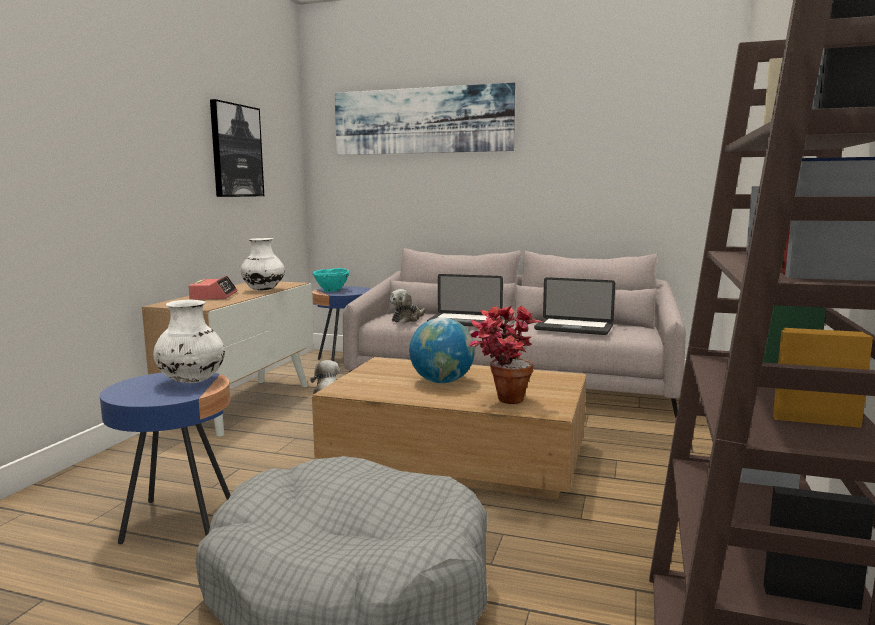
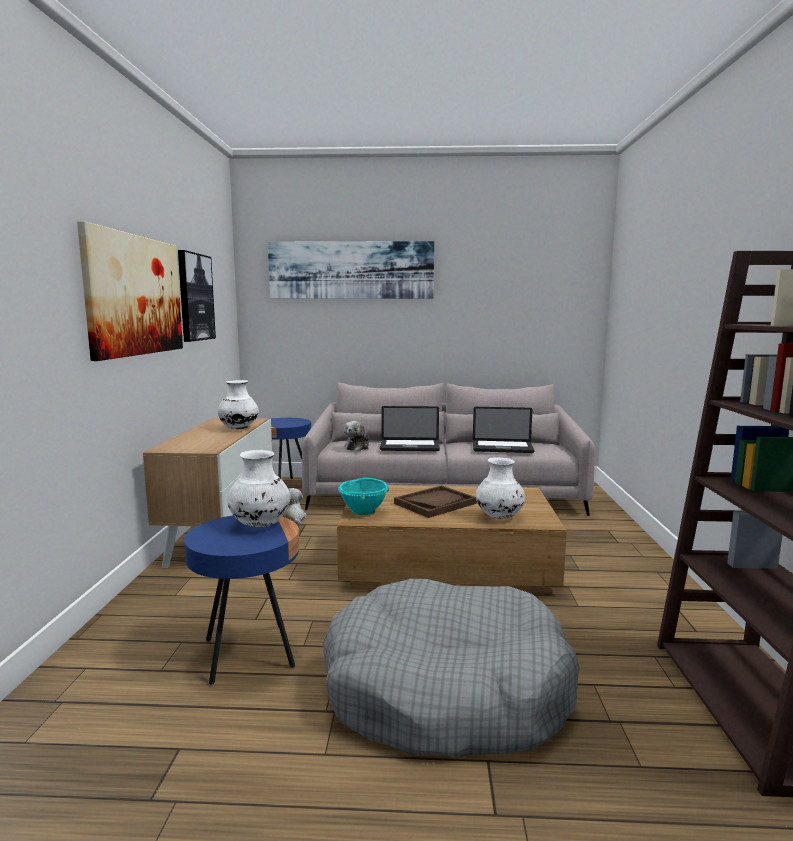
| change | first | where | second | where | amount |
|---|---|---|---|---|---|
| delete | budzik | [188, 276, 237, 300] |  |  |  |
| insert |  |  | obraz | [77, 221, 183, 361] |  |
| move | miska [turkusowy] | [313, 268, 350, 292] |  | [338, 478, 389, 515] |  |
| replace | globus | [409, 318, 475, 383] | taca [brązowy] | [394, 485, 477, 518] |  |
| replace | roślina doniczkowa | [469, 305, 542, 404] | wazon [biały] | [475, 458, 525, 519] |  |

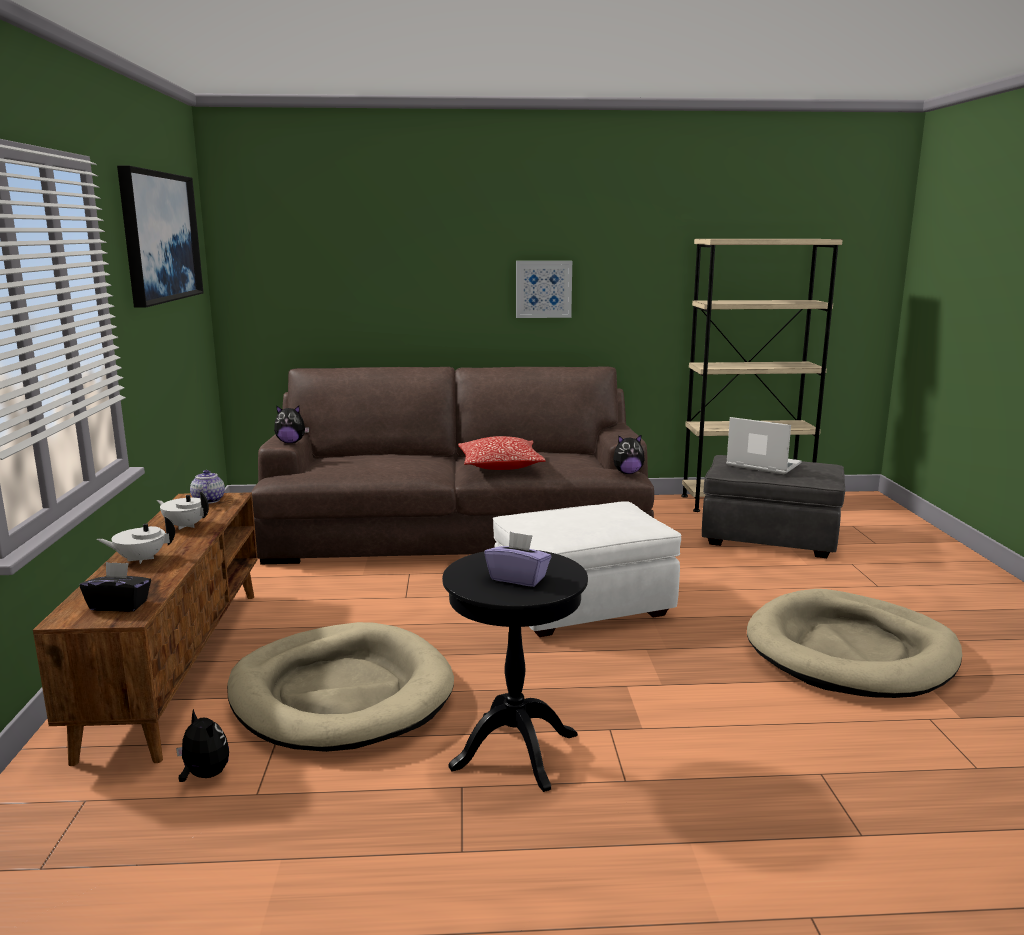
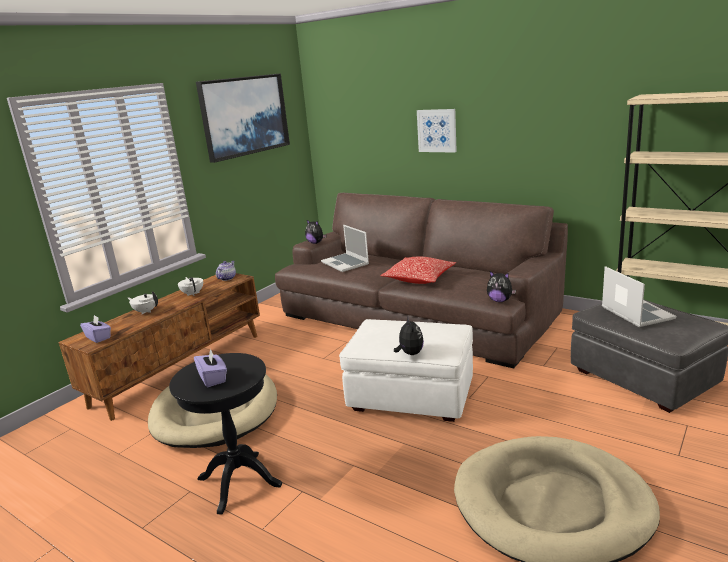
| change | first | where | second | where | amount |
|---|---|---|---|---|---|
| insert |  |  | laptop | [321, 225, 369, 272] |  |
| move | pluszak | [176, 709, 229, 782] |  | [394, 318, 424, 355] |  |
| move | obraz | [516, 261, 572, 318] |  | [417, 109, 457, 152] |  |
| recolor | pudełko chusteczek [czarny] | [80, 562, 151, 612] | pudełko chusteczek [fioletowy] | [80, 315, 111, 343] |  |

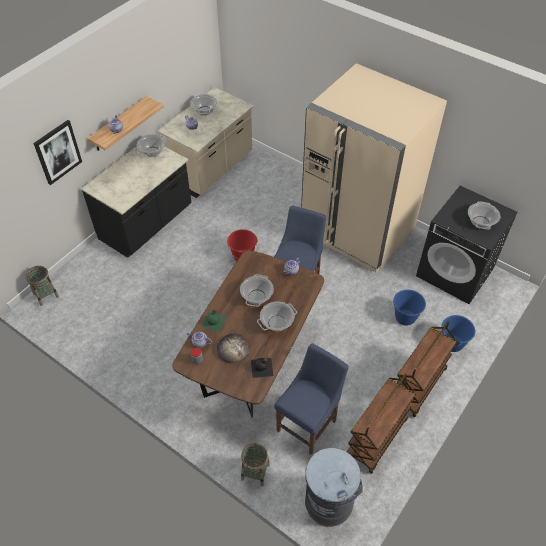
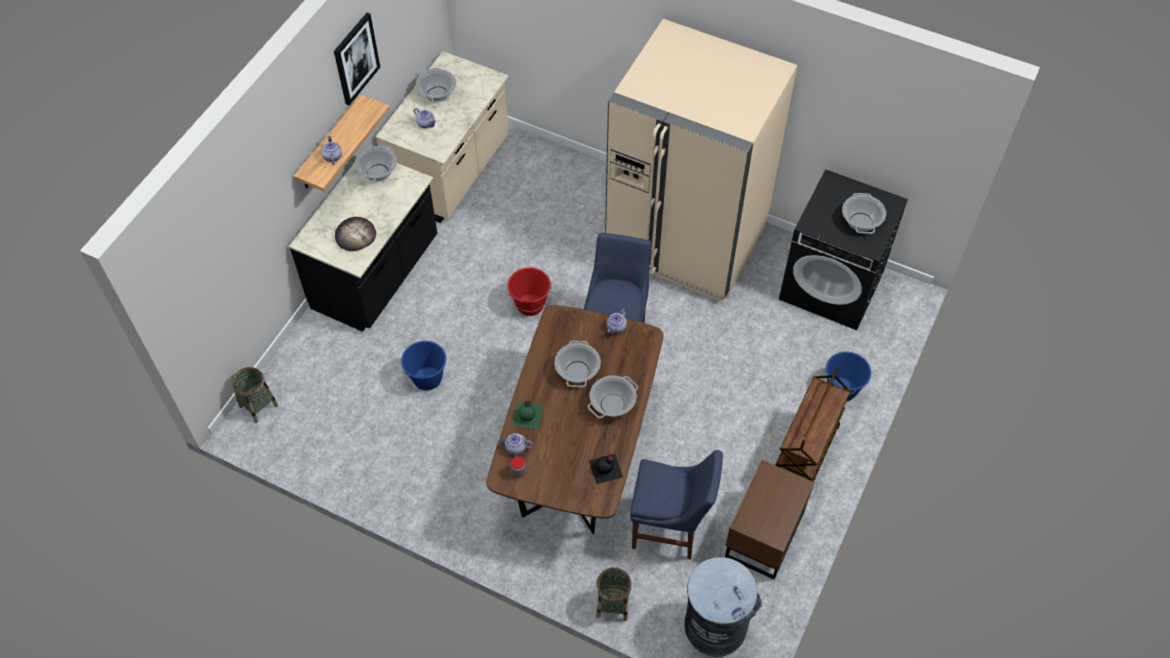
| change | first | where | second | where | amount |
|---|---|---|---|---|---|
| move | obraz | [33, 120, 82, 185] |  | [334, 13, 380, 105] |  |
| move | chleb | [217, 333, 250, 363] |  | [335, 217, 376, 251] |  |
| move | wiadro [niebieski] | [392, 289, 426, 326] |  | [401, 341, 446, 391] |  |
| replace | wózek [brązowy] | [347, 374, 416, 473] | szafka nocna [brązowy] | [725, 460, 814, 579] |  |
| rotate | krzesło [niebieski] | [274, 343, 349, 455] |  | [630, 450, 723, 560] | 75 degrees clockwise |

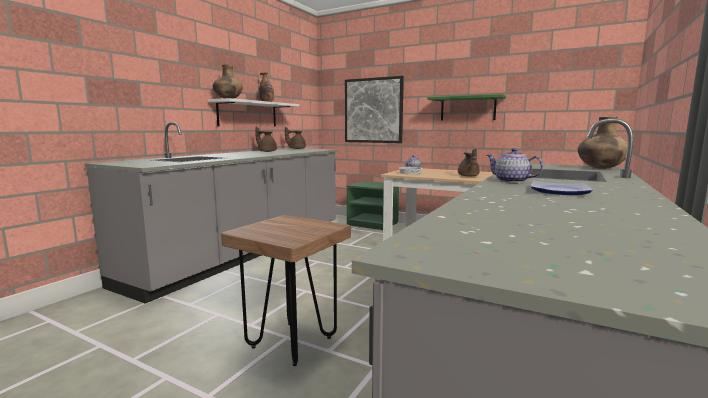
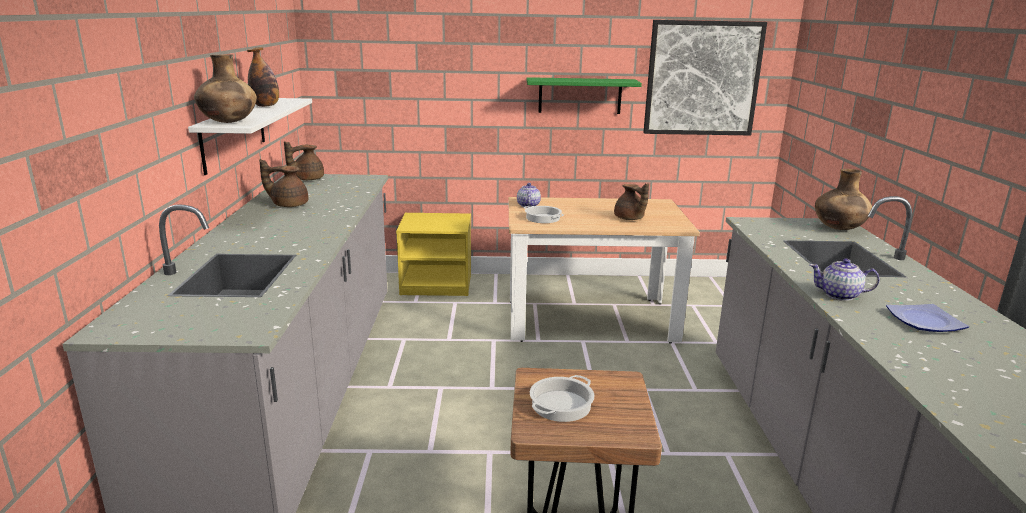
| change | first | where | second | where | amount |
|---|---|---|---|---|---|
| insert |  |  | garnek | [530, 375, 595, 422] |  |
| move | obraz | [345, 76, 404, 143] |  | [643, 20, 767, 135] |  |
| recolor | szafka nocna [zielony] | [347, 181, 399, 230] | szafka nocna [żółty] | [396, 213, 471, 296] |  |

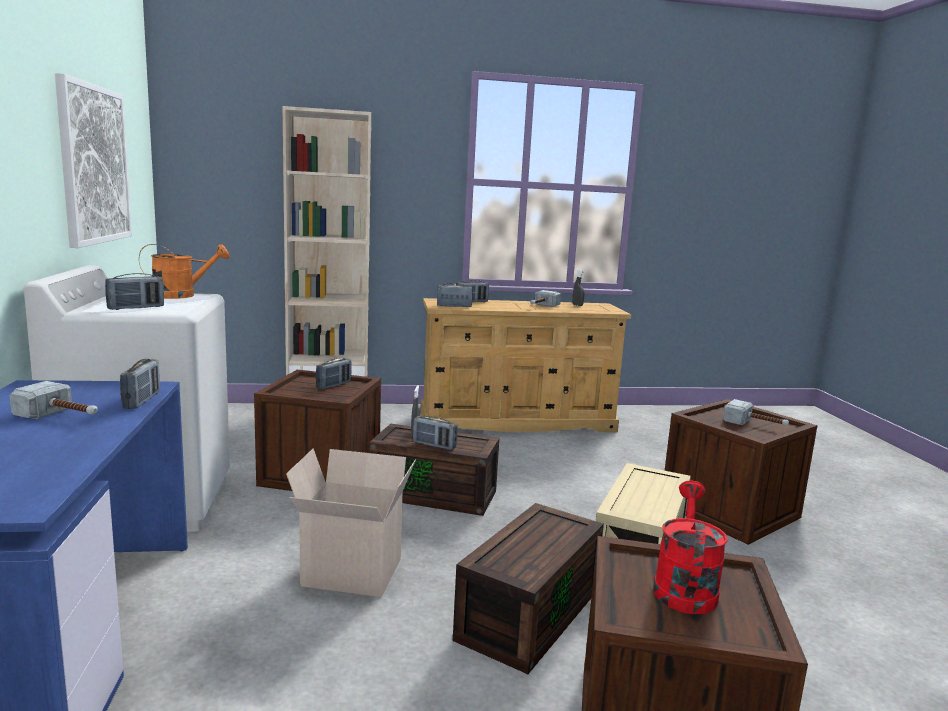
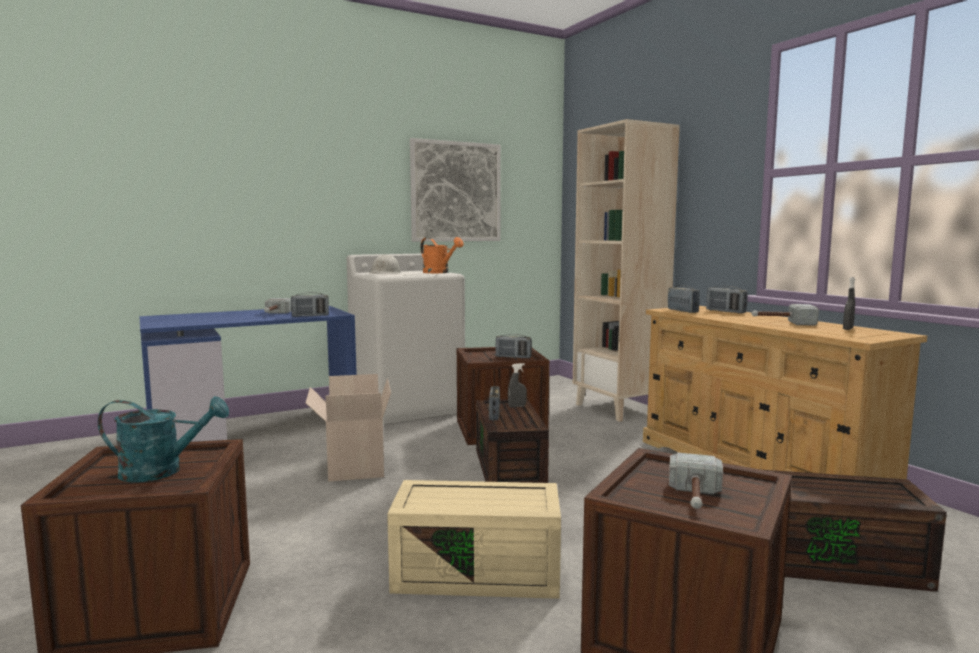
| change | first | where | second | where | amount |
|---|---|---|---|---|---|
| move | pojemnik do przechowywania [brązowy] | [453, 503, 604, 674] |  | [766, 470, 947, 592] |  |
| replace | radio | [105, 273, 164, 310] | kask [biały] | [370, 254, 401, 274] |  |
| recolor | konewka [czerwony] | [653, 481, 728, 614] | konewka [turkusowy] | [98, 396, 229, 482] |  |

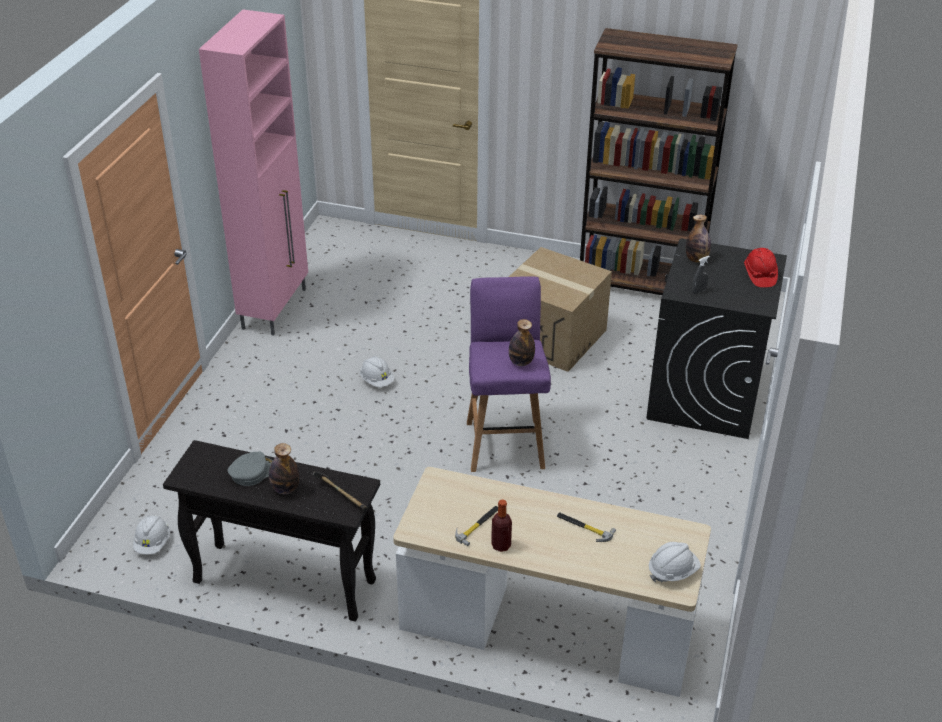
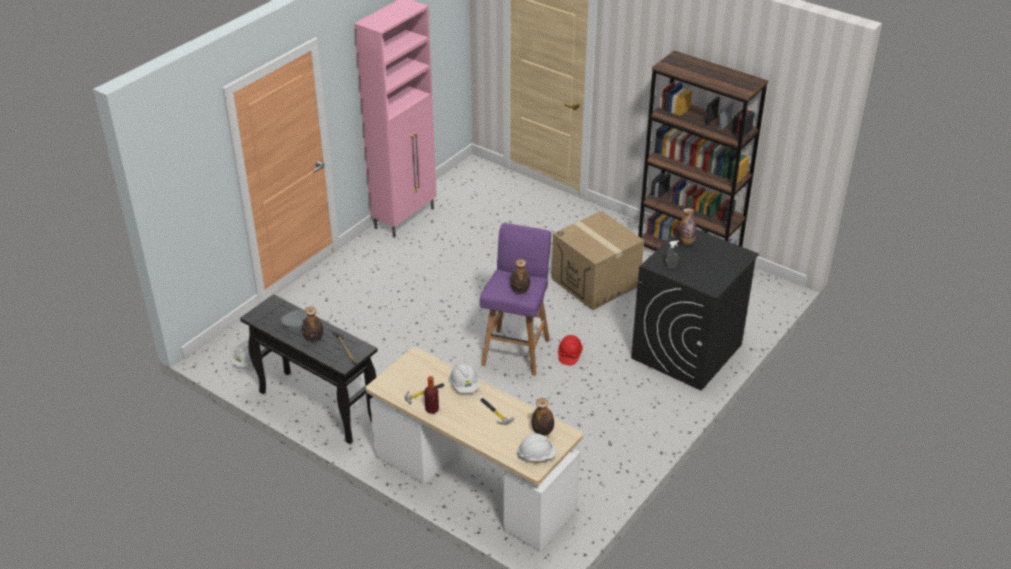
| change | first | where | second | where | amount |
|---|---|---|---|---|---|
| insert |  |  | butelka | [532, 398, 554, 436] |  |
| move | kask [biały] | [360, 356, 394, 387] |  | [450, 362, 479, 393] |  |
| move | kask [czerwony] | [744, 248, 778, 287] |  | [558, 335, 583, 365] |  |

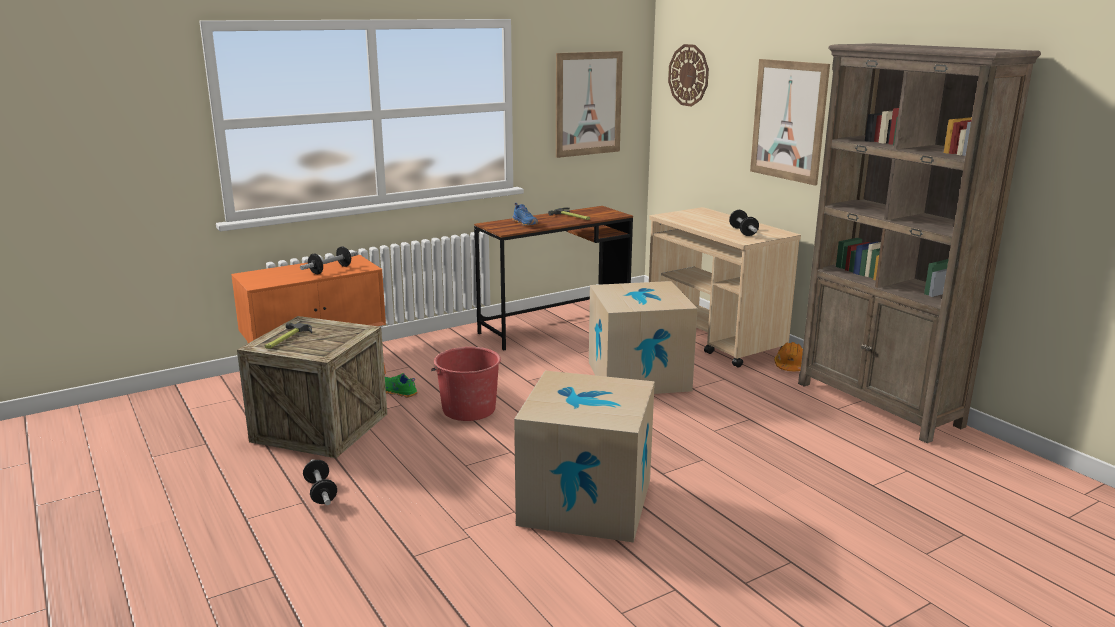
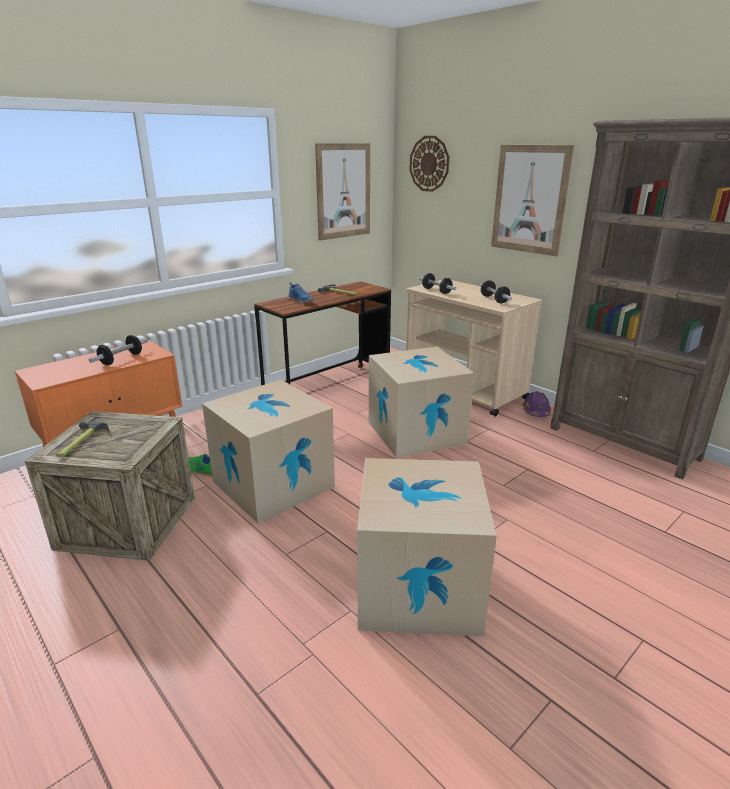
| change | first | where | second | where | amount |
|---|---|---|---|---|---|
| move | hantel | [303, 460, 337, 505] |  | [419, 273, 456, 294] |  |
| replace | wiadro [czerwony] | [431, 347, 501, 421] | karton | [202, 380, 335, 523] |  |
| recolor | kask [pomarańczowy] | [774, 342, 803, 371] | kask [fioletowy] | [522, 391, 551, 417] |  |

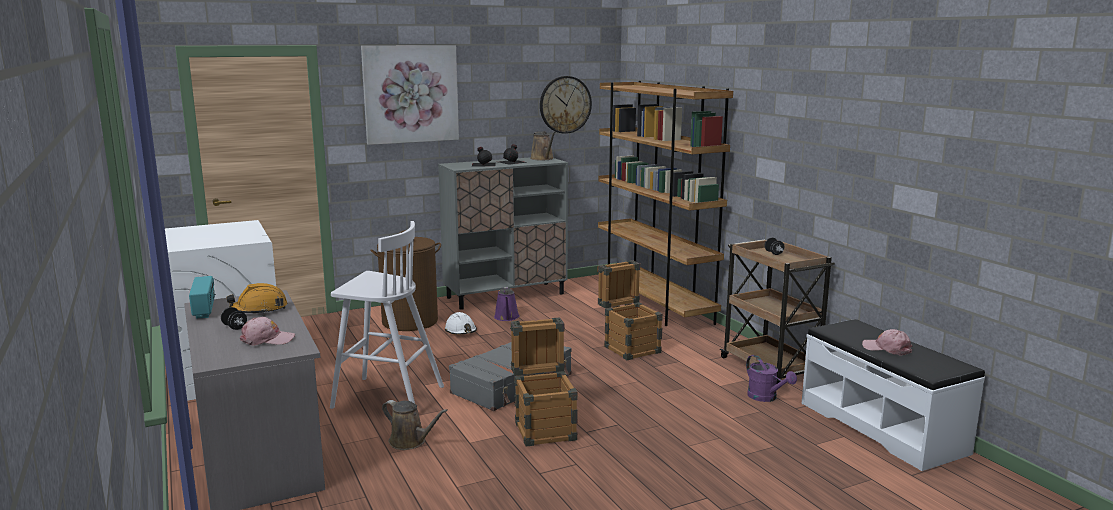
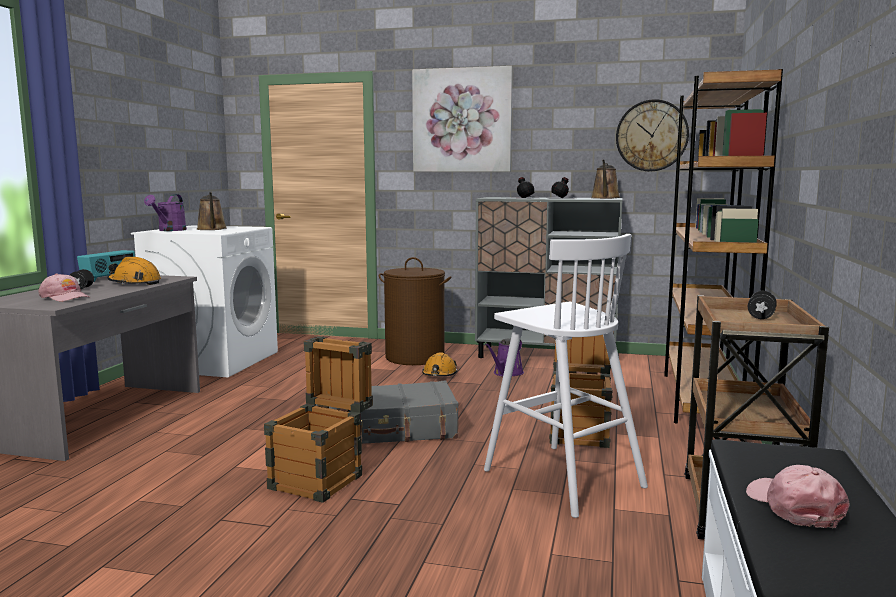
| change | first | where | second | where | amount |
|---|---|---|---|---|---|
| move | stołek [biały] | [330, 221, 444, 409] |  | [484, 234, 648, 518] |  |
| move | konewka [brązowy] | [382, 400, 448, 450] |  | [197, 192, 226, 230] |  |
| move | konewka [fioletowy] | [746, 355, 797, 402] |  | [144, 194, 187, 231] |  |
| recolor | kask [biały] | [445, 312, 477, 335] | kask [pomarańczowy] | [422, 352, 458, 376] |  |

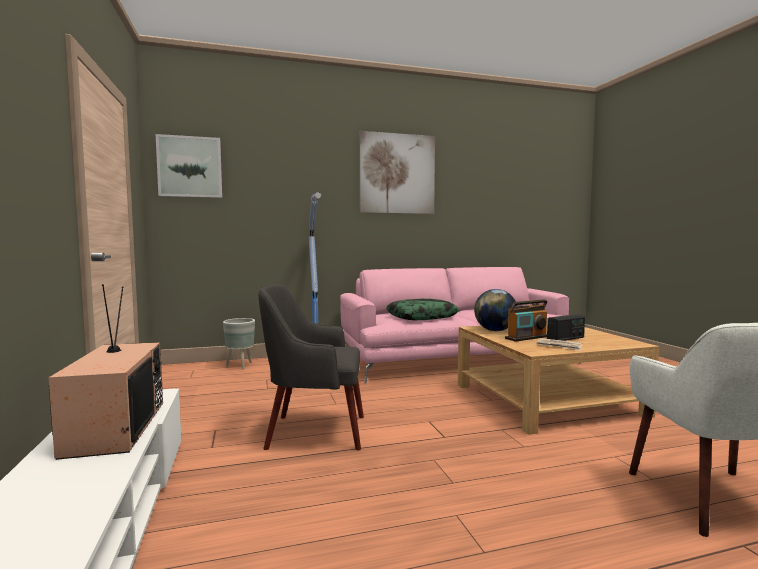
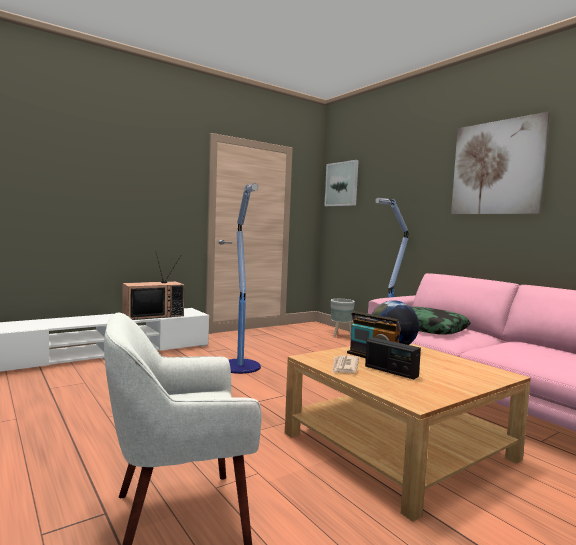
| change | first | where | second | where | amount |
|---|---|---|---|---|---|
| replace | fotel [szary] | [259, 284, 364, 450] | lampa stojąca | [229, 183, 261, 374] |  |

